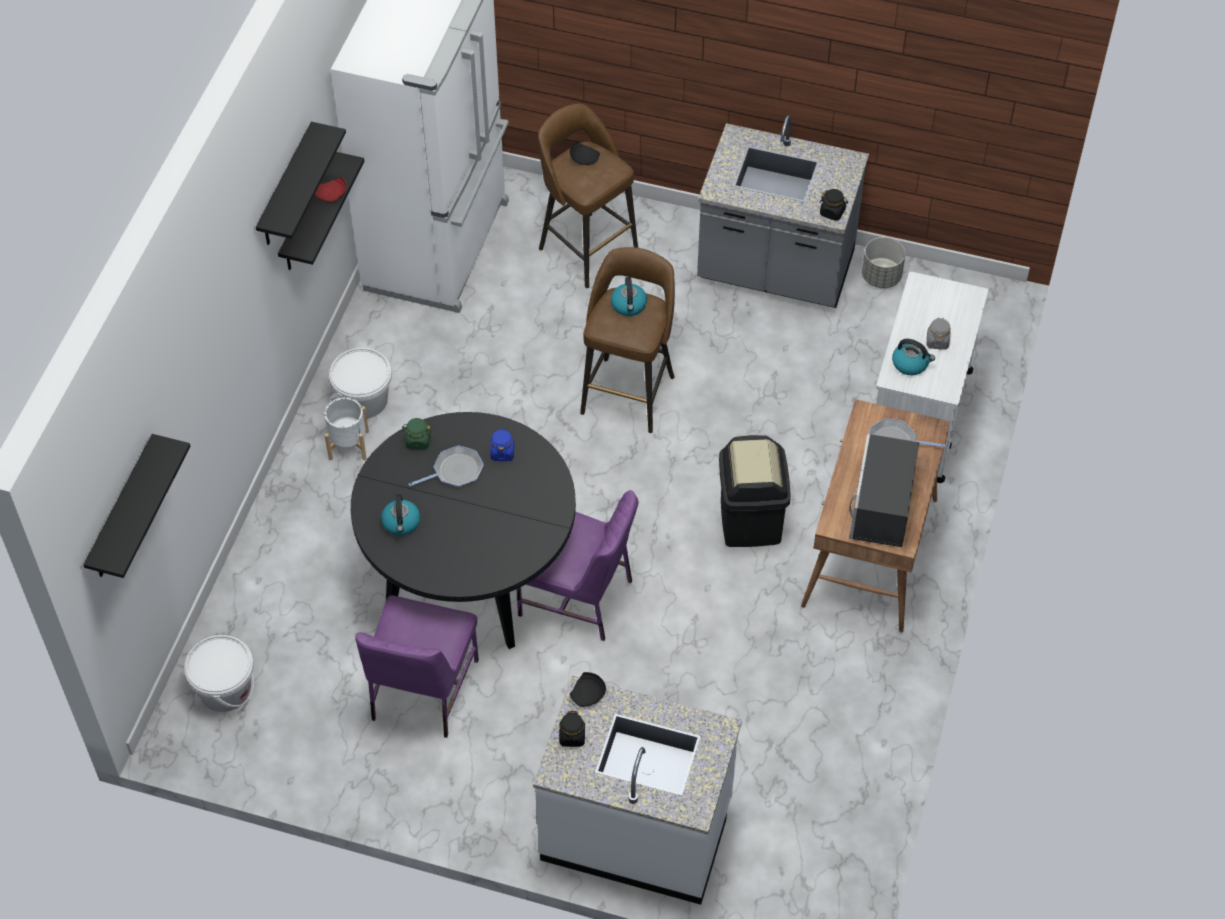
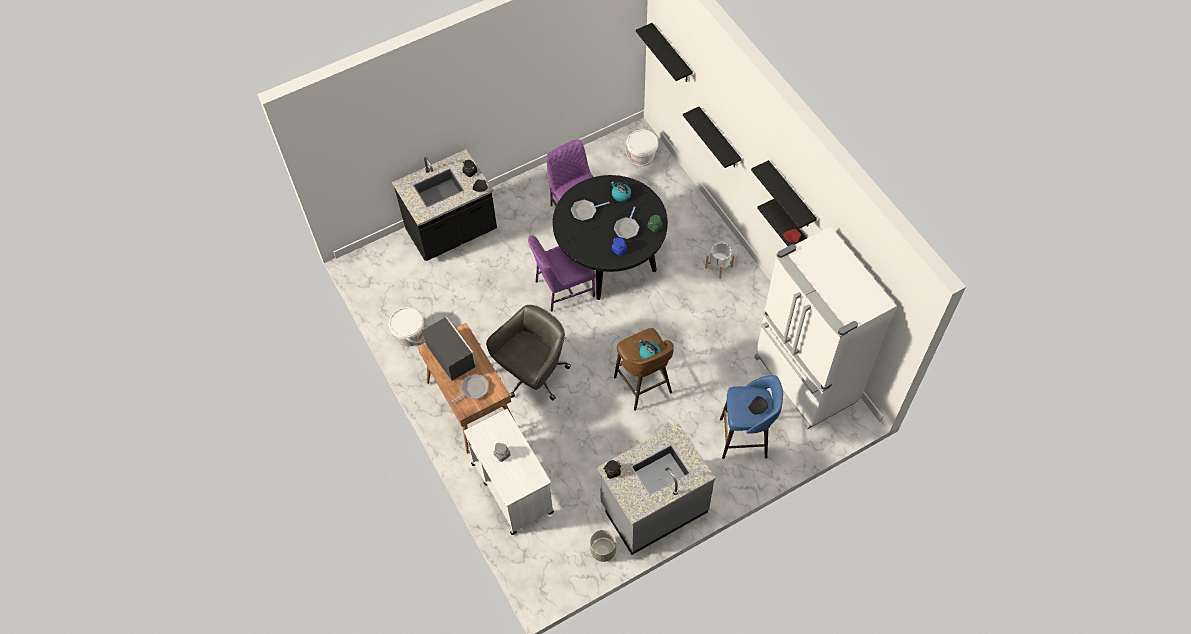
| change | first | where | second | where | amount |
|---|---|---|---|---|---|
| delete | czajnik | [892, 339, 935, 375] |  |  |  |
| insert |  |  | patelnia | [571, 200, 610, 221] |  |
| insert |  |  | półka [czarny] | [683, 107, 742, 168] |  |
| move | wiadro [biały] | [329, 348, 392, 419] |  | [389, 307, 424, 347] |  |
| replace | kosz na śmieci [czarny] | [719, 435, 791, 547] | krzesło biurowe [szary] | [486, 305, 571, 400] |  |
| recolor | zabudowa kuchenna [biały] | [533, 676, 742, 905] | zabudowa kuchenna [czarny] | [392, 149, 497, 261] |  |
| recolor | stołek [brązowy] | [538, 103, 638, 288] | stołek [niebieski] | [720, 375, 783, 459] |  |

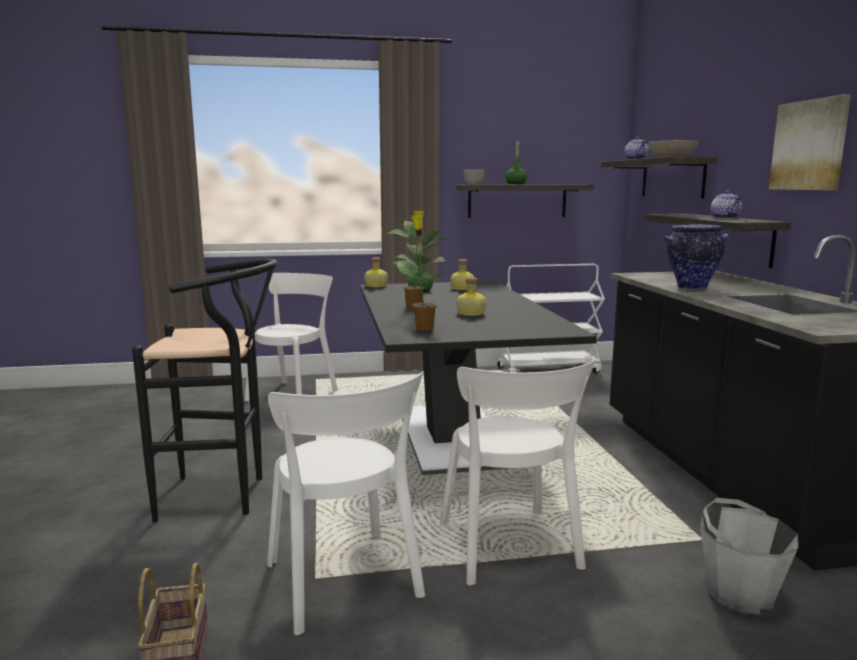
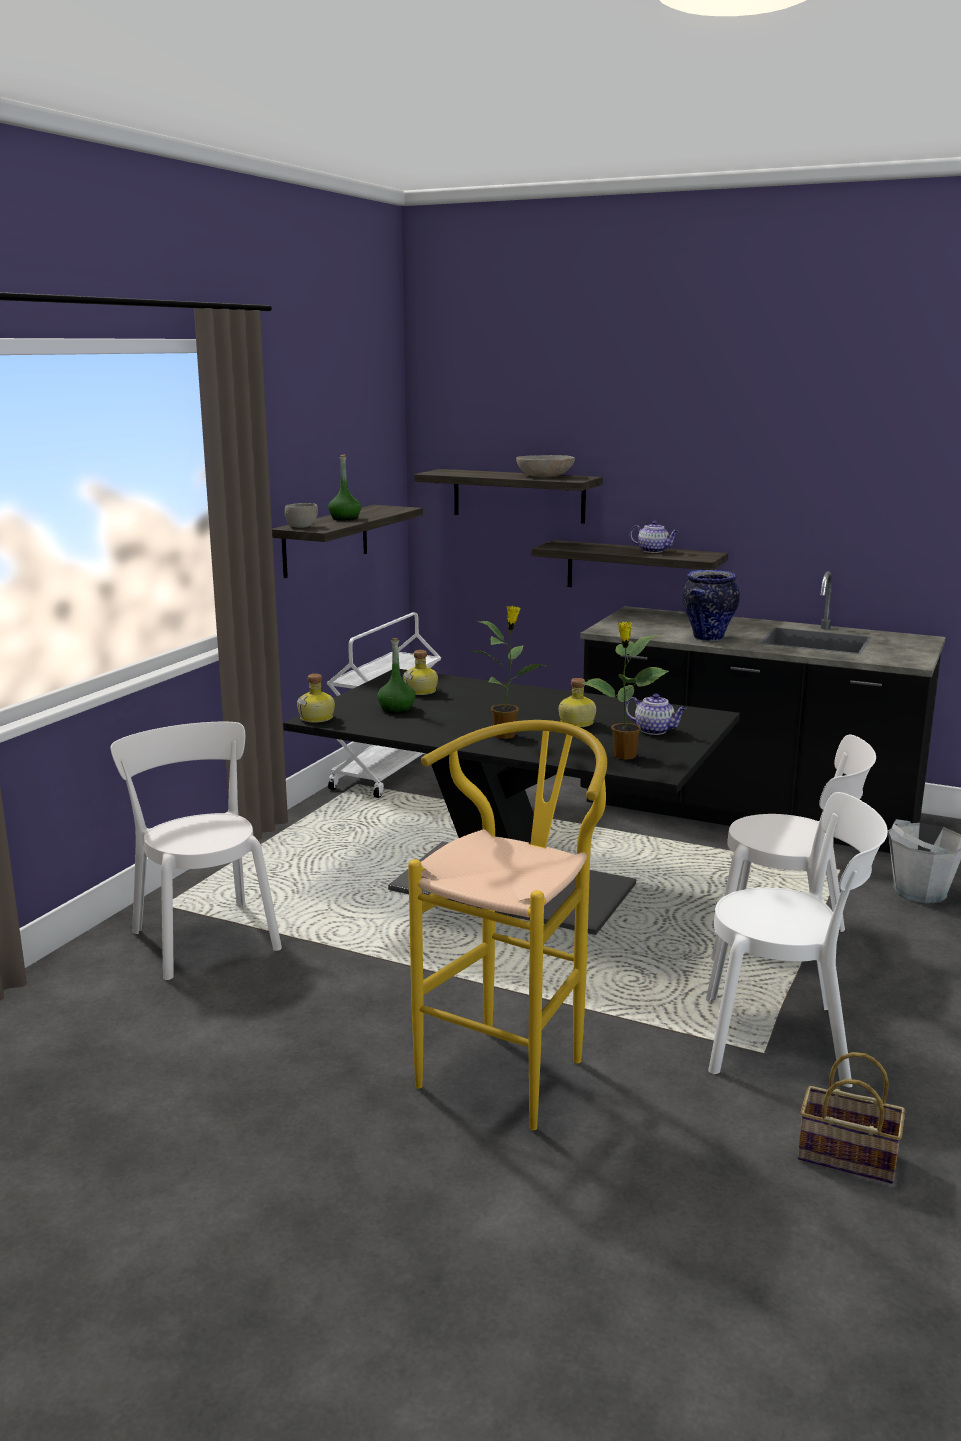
| change | first | where | second | where | amount |
|---|---|---|---|---|---|
| delete | obraz | [769, 94, 851, 190] |  |  |  |
| move | imbryk | [625, 137, 649, 160] |  | [626, 693, 687, 735] |  |
| recolor | stołek [czarny] | [132, 259, 278, 522] | stołek [żółty] | [408, 720, 607, 1130] |  |

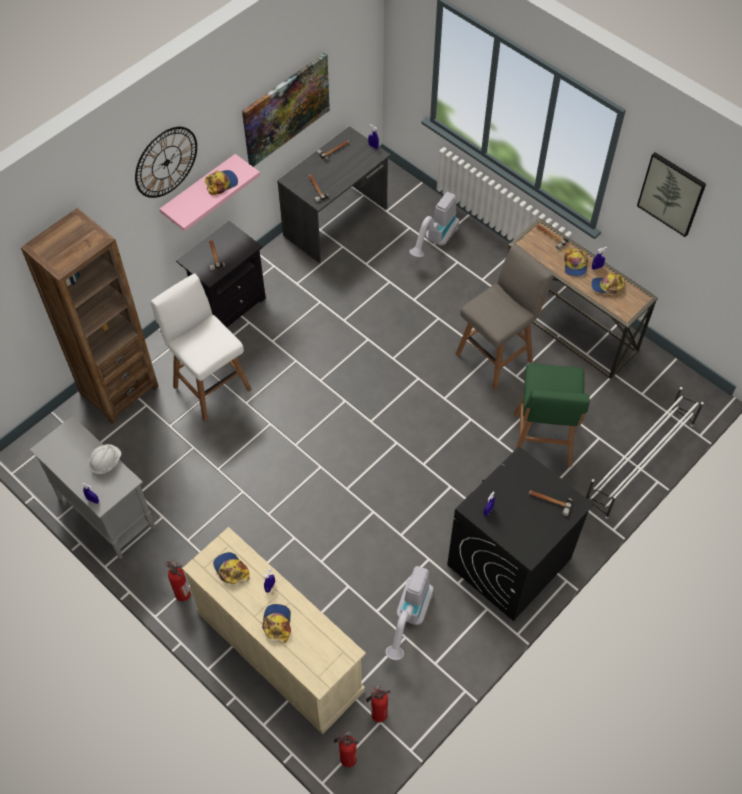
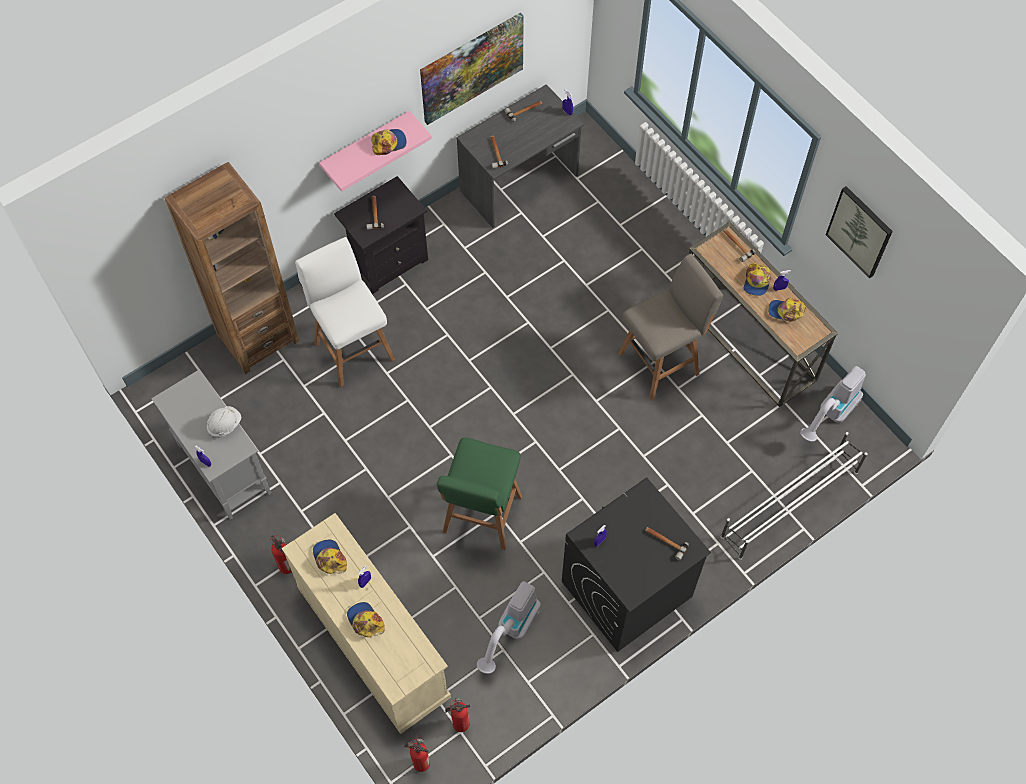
| change | first | where | second | where | amount |
|---|---|---|---|---|---|
| delete | zegar ścienny | [135, 127, 197, 198] |  |  |  |
| move | odkurzacz | [409, 192, 459, 257] |  | [800, 366, 866, 442] |  |
| move | stołek [zielony] | [514, 363, 590, 467] |  | [437, 437, 522, 550] |  |
| rotate | czapka z daszkiem | [262, 604, 291, 643] |  | [347, 602, 385, 637] | 45 degrees counterclockwise |

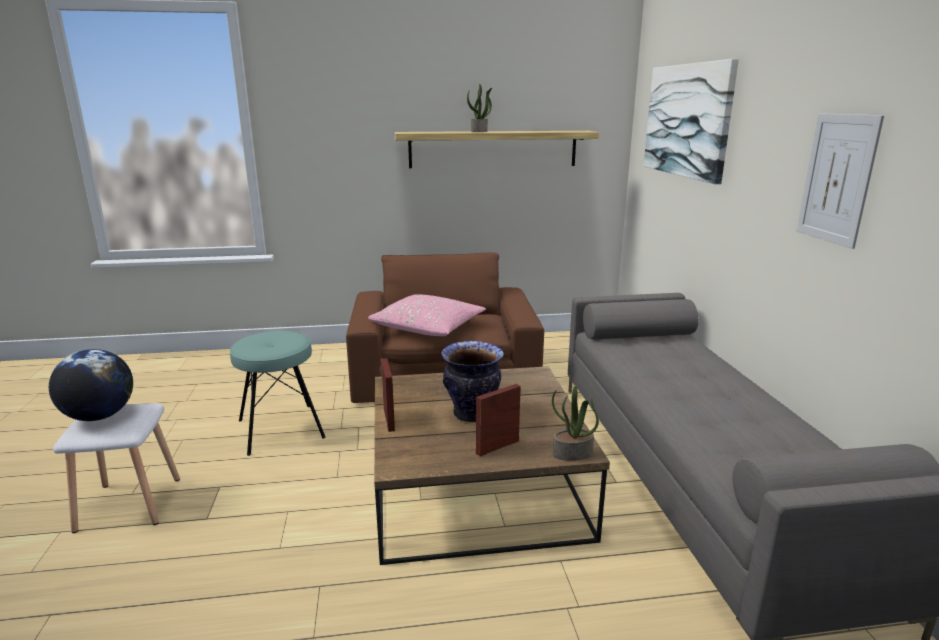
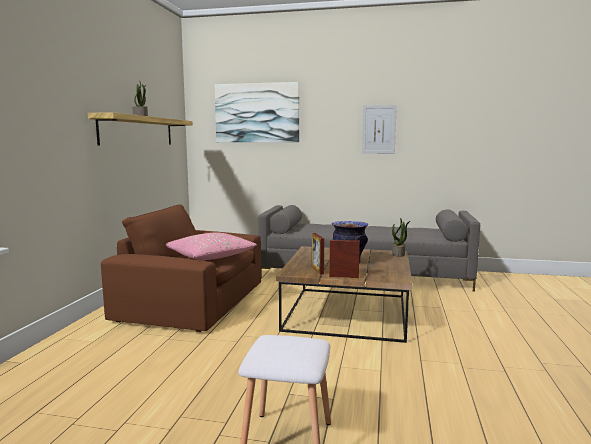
| change | first | where | second | where | amount |
|---|---|---|---|---|---|
| delete | globus | [49, 349, 133, 421] |  |  |  |
| delete | stołek [turkusowy] | [230, 331, 325, 456] |  |  |  |
| move | ramka na zdjęcie | [476, 384, 521, 457] |  | [312, 233, 324, 274] |  |

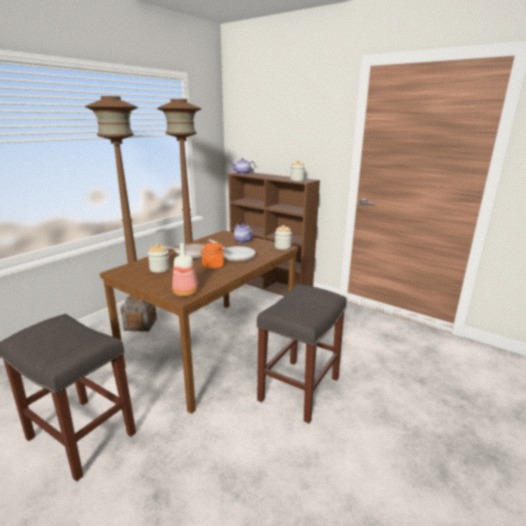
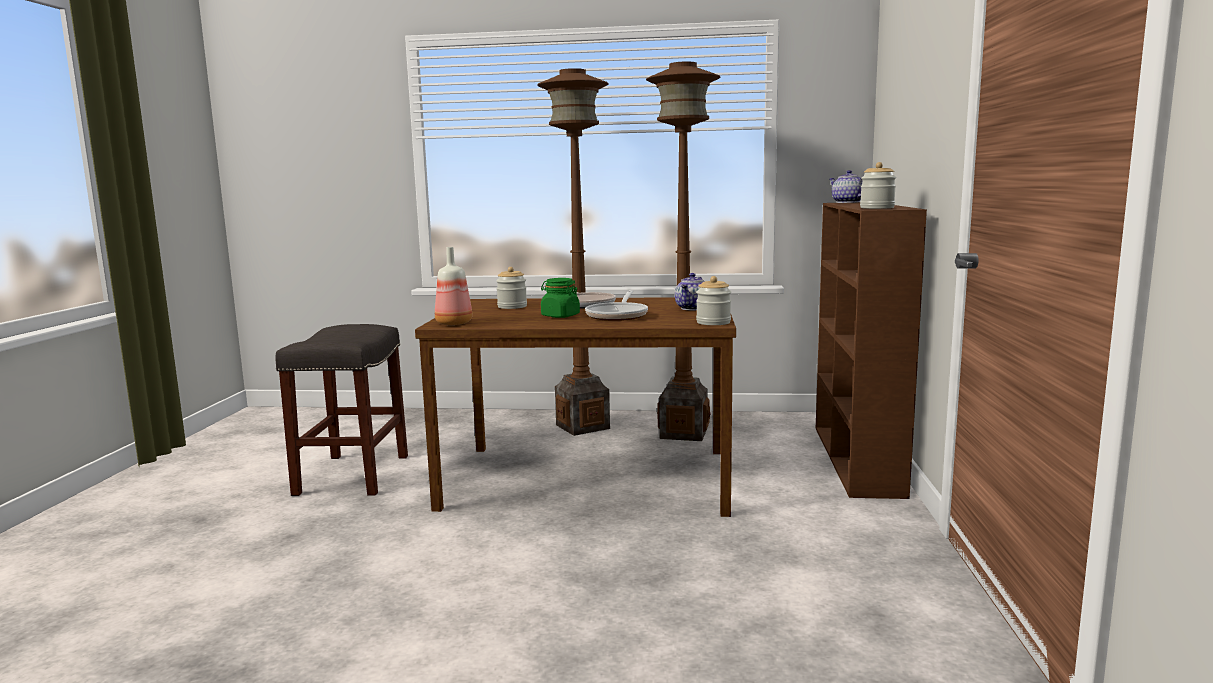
| change | first | where | second | where | amount |
|---|---|---|---|---|---|
| delete | stołek [szary] | [257, 284, 347, 423] |  |  |  |
| recolor | słoik [pomarańczowy] | [200, 243, 225, 269] | słoik [zielony] | [541, 278, 580, 318] |  |

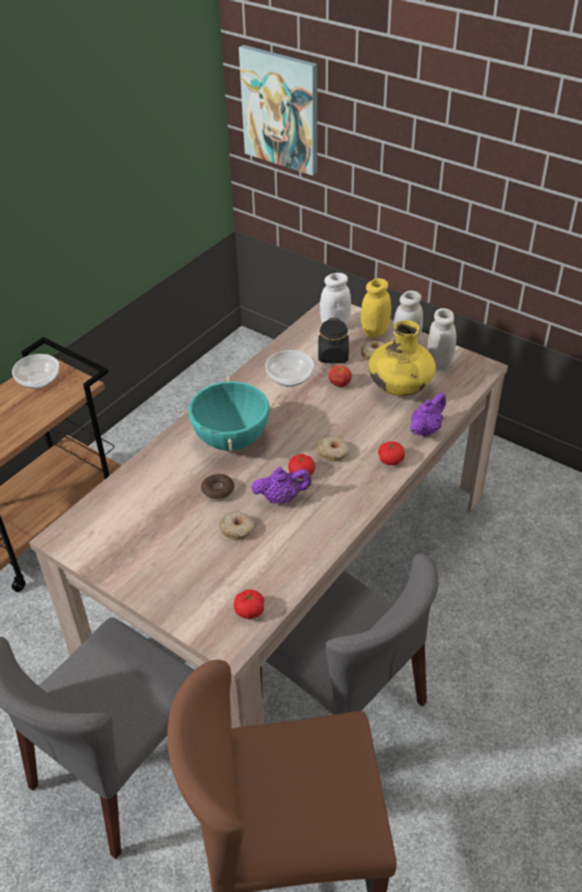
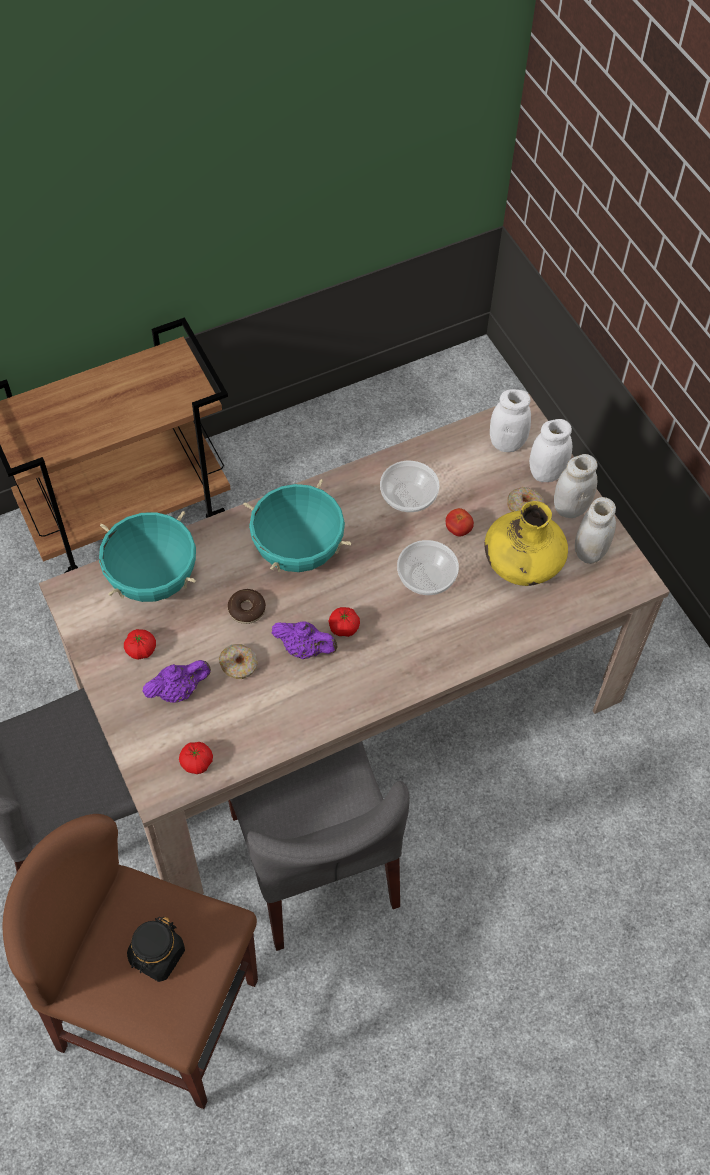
| change | first | where | second | where | amount |
|---|---|---|---|---|---|
| delete | obraz | [239, 45, 317, 176] |  |  |  |
| delete | donut | [317, 437, 349, 461] |  |  |  |
| insert |  |  | garnek [turkusowy] | [99, 511, 196, 602] |  |
| move | miska | [12, 354, 59, 389] |  | [397, 540, 459, 595] |  |
| move | słoik [czarny] | [318, 318, 349, 363] |  | [127, 917, 185, 982] |  |
| move | pomidor | [378, 441, 405, 465] |  | [124, 629, 156, 660] |  |
| move | imbryk [fioletowy] | [410, 392, 446, 437] |  | [143, 660, 211, 703] |  |
| recolor | słoik [żółty] | [361, 278, 391, 338] | słoik [biały] | [529, 419, 572, 482] |  |

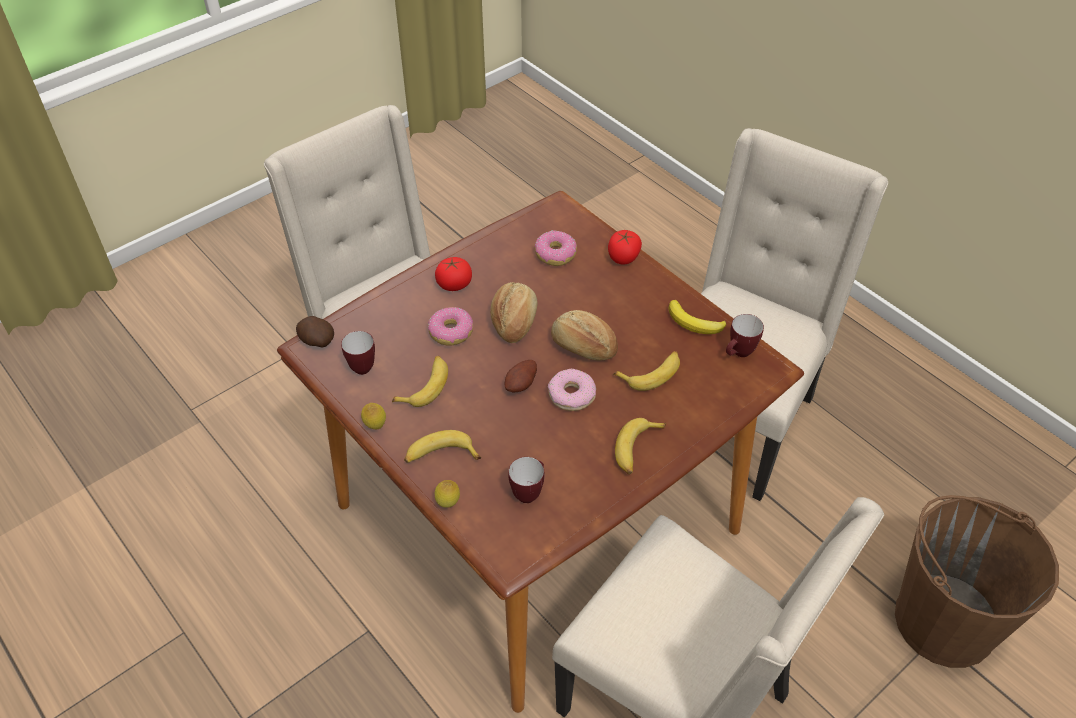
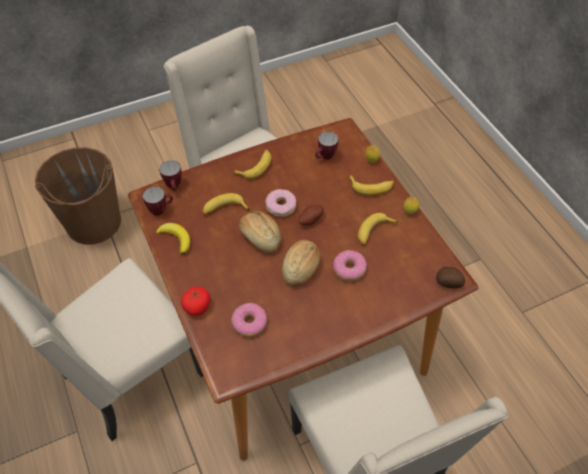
| change | first | where | second | where | amount |
|---|---|---|---|---|---|
| delete | pomidor | [435, 257, 472, 291] |  |  |  |
| move | kubek | [341, 331, 375, 375] |  | [159, 160, 182, 191] |  |

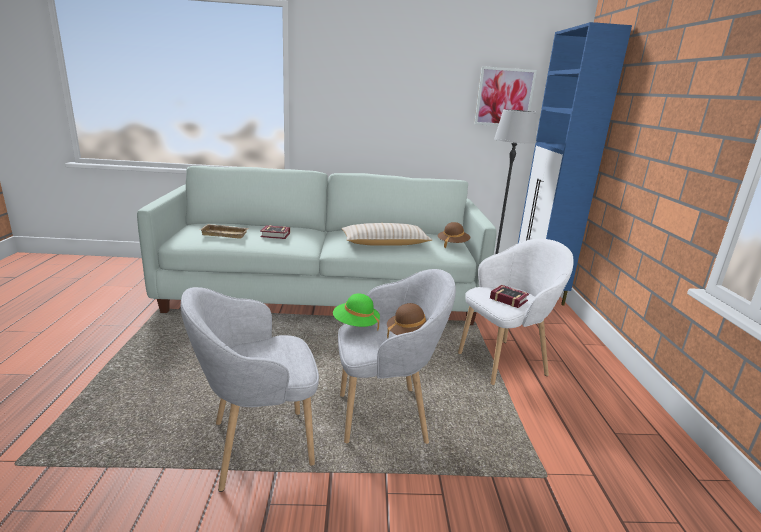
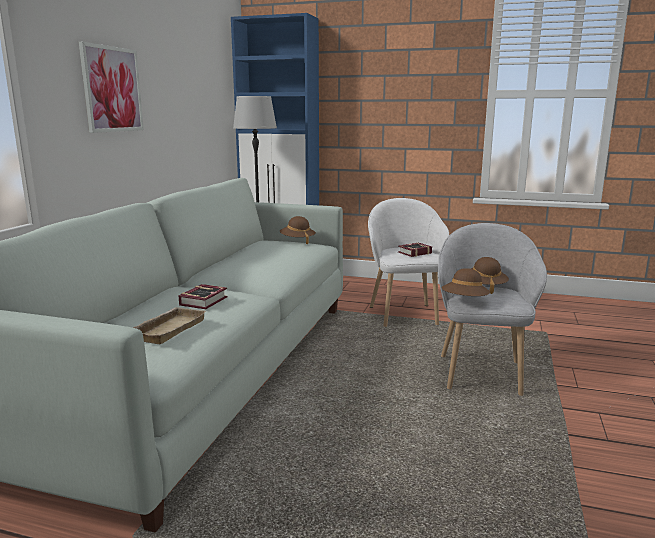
| change | first | where | second | where | amount |
|---|---|---|---|---|---|
| delete | fotel [szary] | [181, 287, 319, 492] |  |  |  |
| delete | poduszka [beżowy] | [342, 223, 432, 246] |  |  |  |
| move | obraz | [474, 66, 537, 126] |  | [79, 42, 144, 133] |  |
| recolor | kapelusz [zielony] | [333, 293, 380, 331] | kapelusz [brązowy] | [441, 268, 490, 296] |  |

